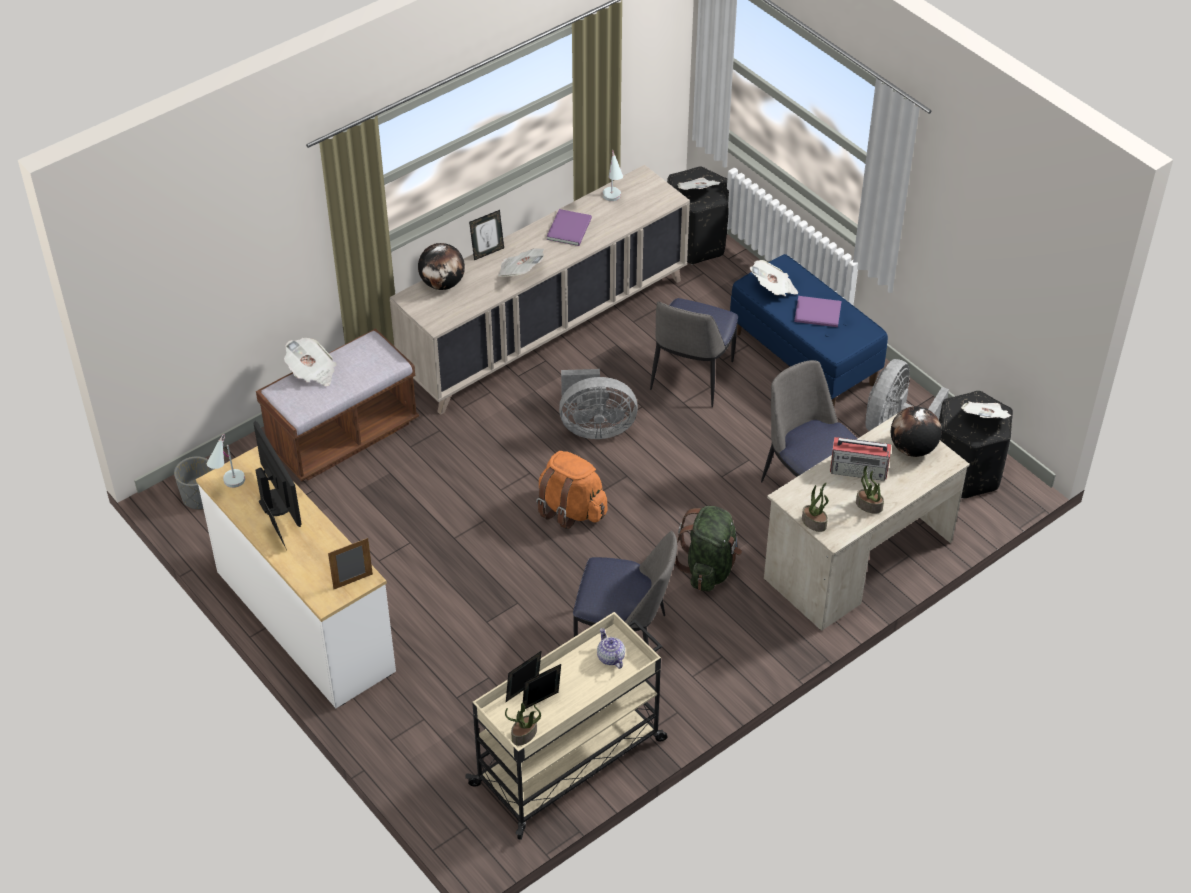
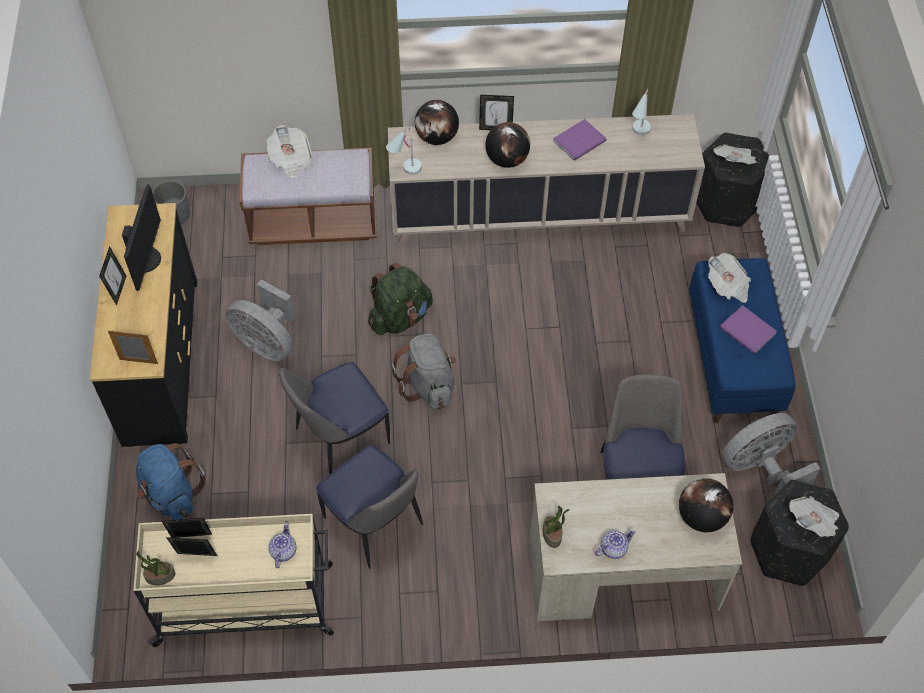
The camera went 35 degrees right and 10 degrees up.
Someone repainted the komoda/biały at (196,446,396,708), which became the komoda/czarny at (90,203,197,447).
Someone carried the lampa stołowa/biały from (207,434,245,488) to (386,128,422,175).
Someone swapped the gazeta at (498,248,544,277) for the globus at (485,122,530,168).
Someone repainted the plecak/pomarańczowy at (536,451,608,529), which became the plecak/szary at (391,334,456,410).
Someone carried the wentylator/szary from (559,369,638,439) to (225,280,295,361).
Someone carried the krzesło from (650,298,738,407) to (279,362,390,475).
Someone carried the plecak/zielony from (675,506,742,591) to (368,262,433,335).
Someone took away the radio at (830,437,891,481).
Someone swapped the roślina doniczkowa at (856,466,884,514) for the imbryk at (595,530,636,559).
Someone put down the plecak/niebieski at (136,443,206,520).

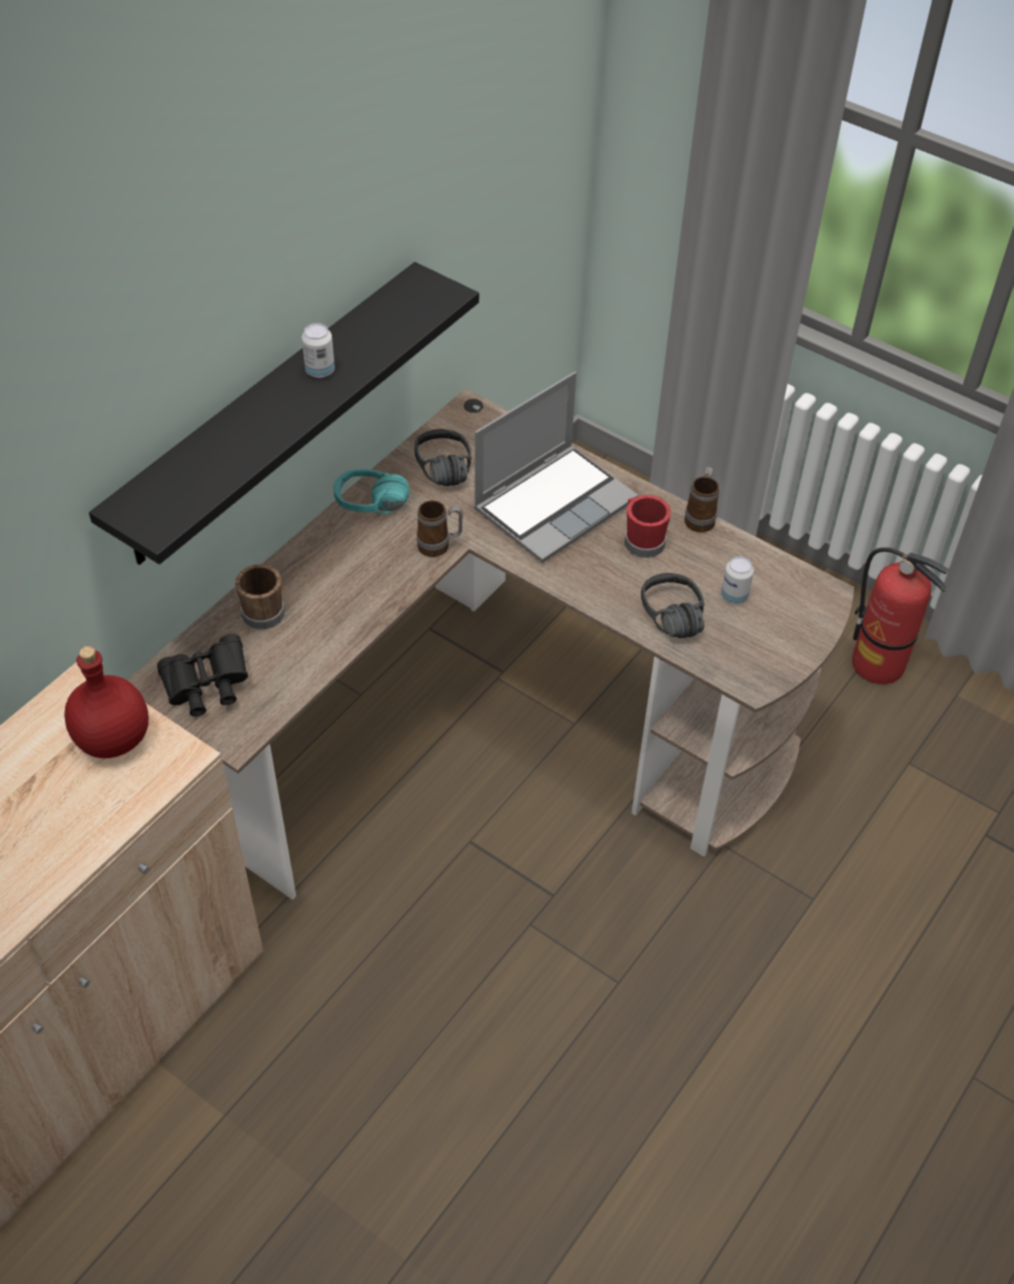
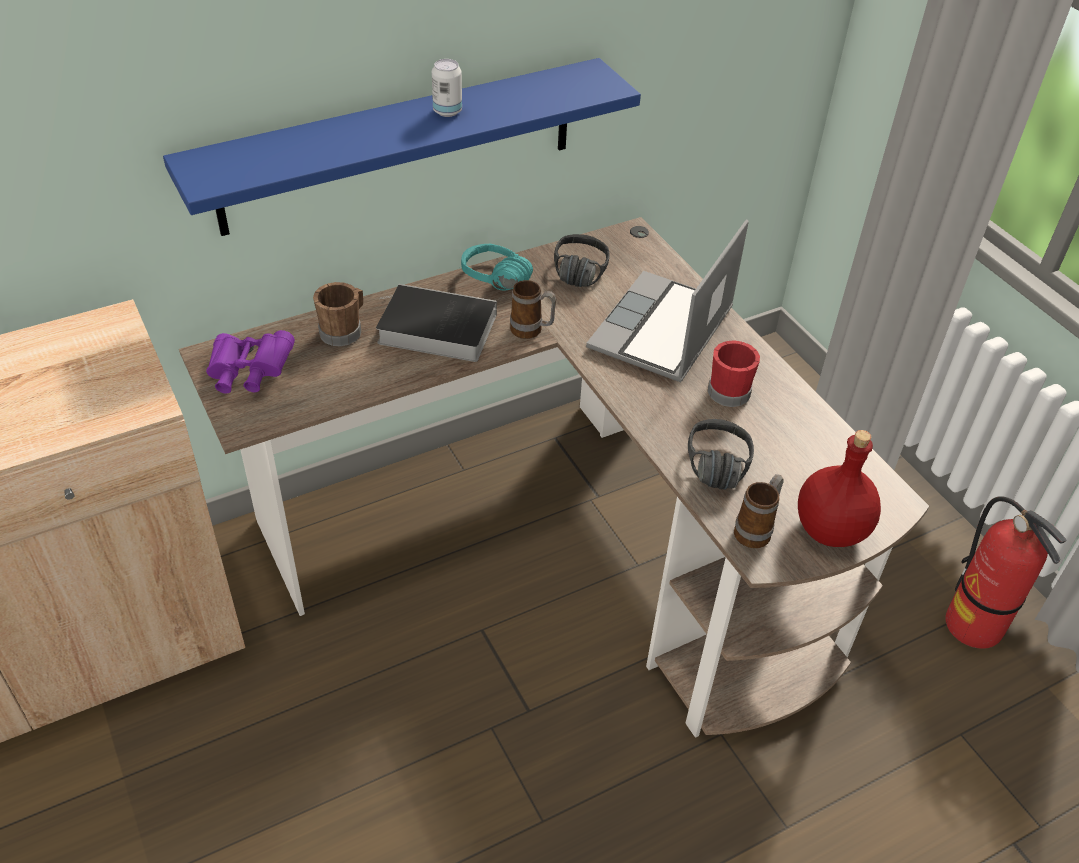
The camera went 25 degrees right and 5 degrees down.
Someone carried the butelka/czerwony from (64,646,149,758) to (798,430,881,547).
Someone repainted the półka/czarny at (89,262,479,565), which became the półka/niebieski at (163,58,641,236).
Someone repainted the lornetka/czarny at (157,634,248,717), which became the lornetka/fioletowy at (206,330,295,394).
Someone rotated the laptop at (474,372,638,563) by 135 degrees clockwise.
Someone carried the kubek from (685,467,719,532) to (734,474,784,548).
Someone took away the puszka at (721,556,754,604).
Someone put down the książka at (376,284,497,362).

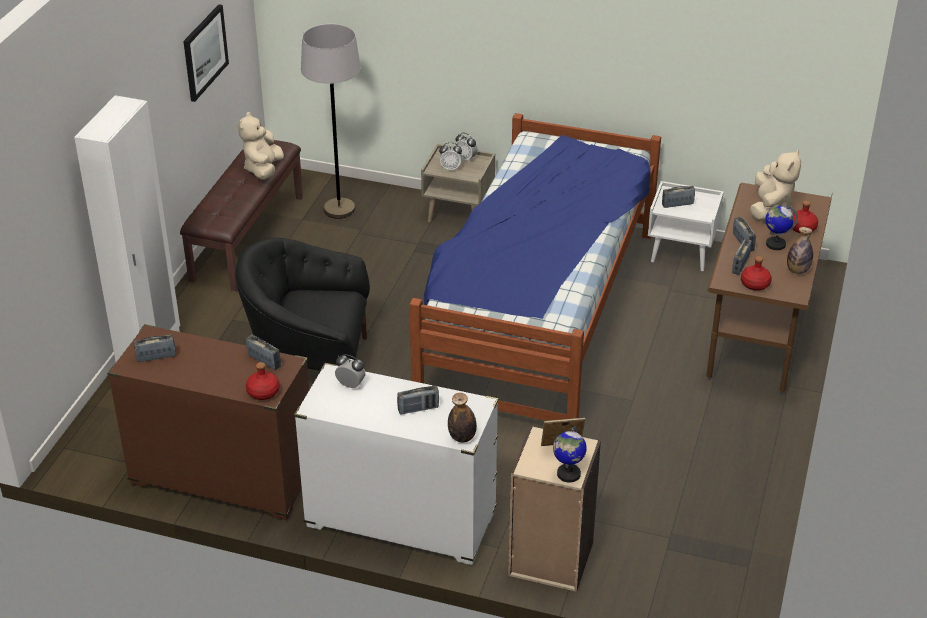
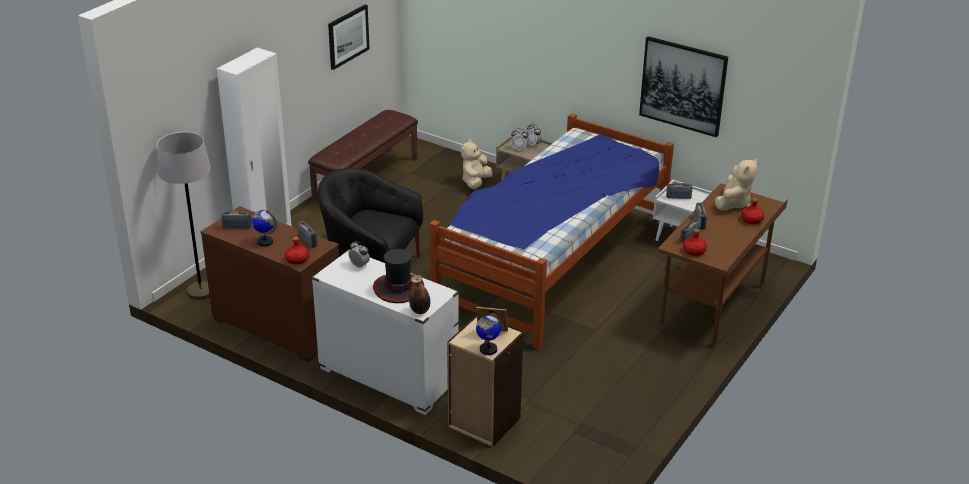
The camera went 15 degrees right and 5 degrees down.
Someone carried the pluszak/beżowy from (238,112,284,180) to (461,139,493,189).
Someone carried the lampa stojąca/szary from (301,24,361,219) to (157,132,211,300).
Someone swapped the radio at (397,385,439,415) for the kapelusz at (373,249,424,303).
Someone carried the globus from (765,205,798,250) to (252,210,277,247).
Someone took away the butelka at (787,227,813,274).
Someone put up the obraz at (639,36,728,138).

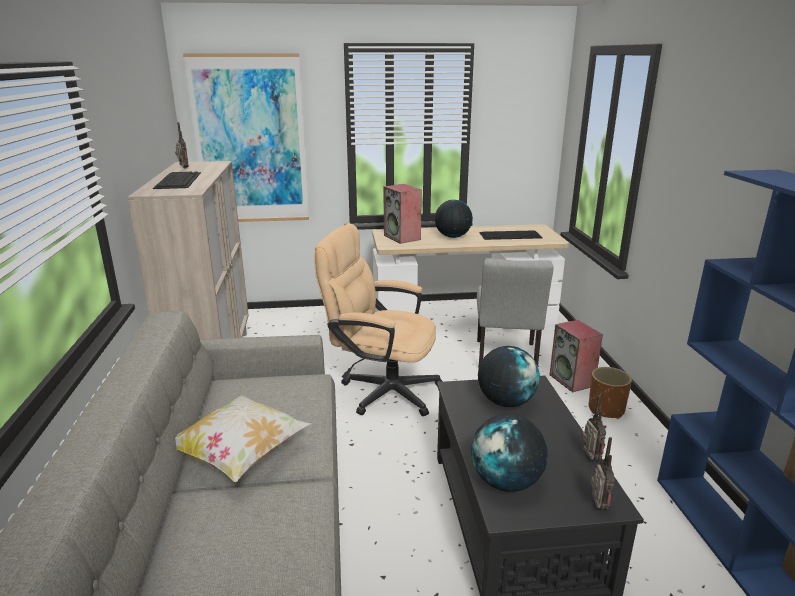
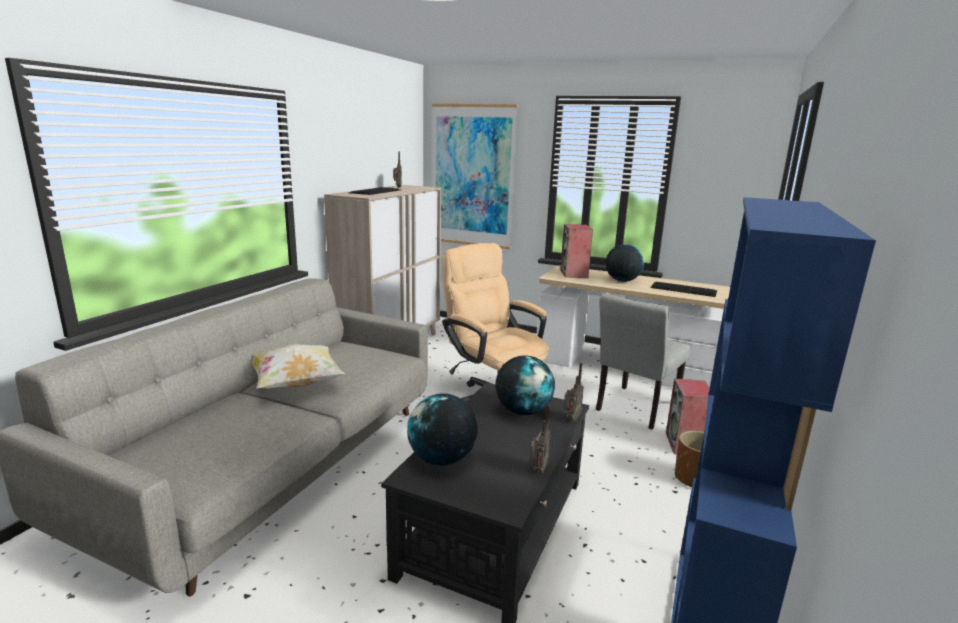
The camera went 30 degrees right and 5 degrees down.
Someone carried the radio from (590,437,615,510) to (564,363,584,421).

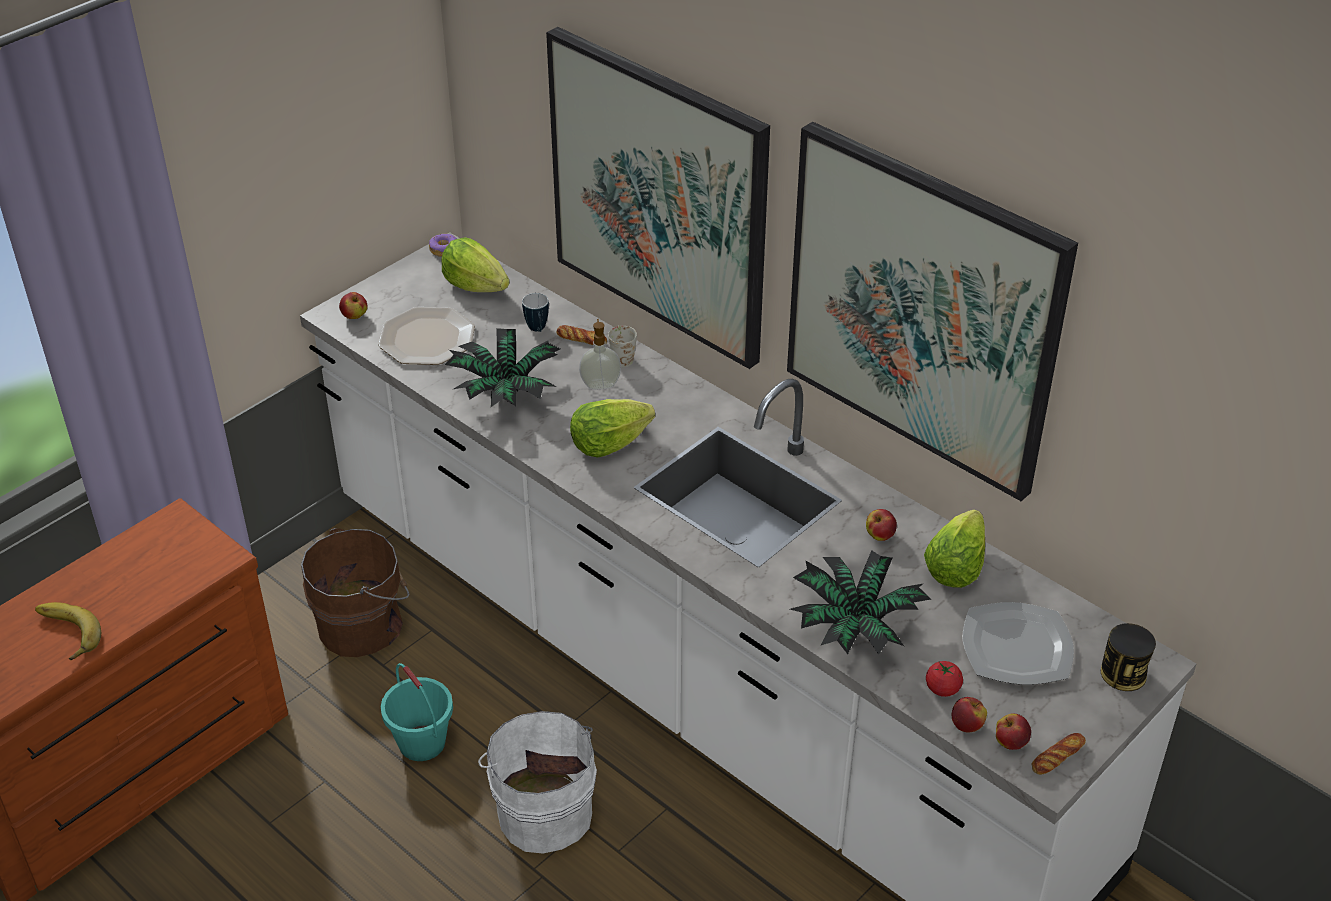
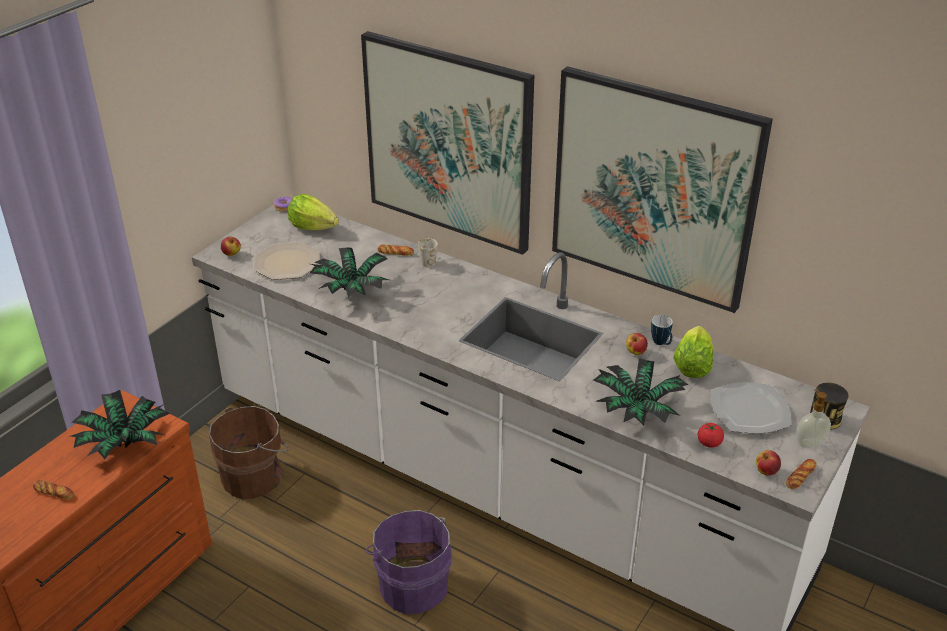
The camera went 10 degrees left and 5 degrees down.
Someone swapped the banan at (35,602,101,660) for the chleb at (33,480,74,499).
Someone took away the wiadro/turkusowy at (381,663,453,761).
Someone repainted the wiadro/biały at (478,711,597,854), which became the wiadro/fioletowy at (366,510,452,614).
Someone carried the kubek from (522,293,549,332) to (651,315,673,345).
Someone took away the sałata at (570,399,655,458).
Someone carried the dozownik mydła from (579,319,621,390) to (796,389,831,448).
Someone took away the jabłko at (952,697,987,732).
Someone put down the roślina doniczkowa at (70,390,170,459).

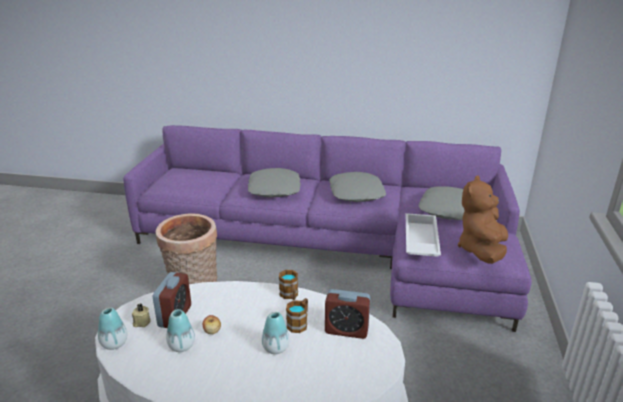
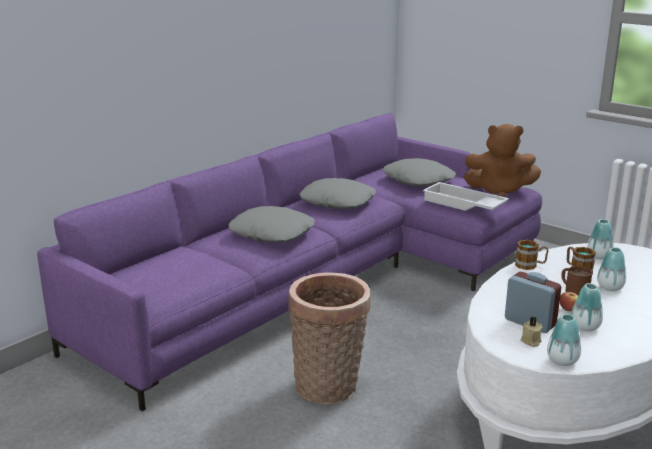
The camera went 60 degrees left and 5 degrees down.
Someone swapped the budzik at (325,289,371,339) for the wazon at (587,219,614,259).
Someone rotated the pluszak/brązowy at (458,176,508,264) by 45 degrees counterclockwise.
Someone put down the kubek/brązowy at (562,266,592,295).

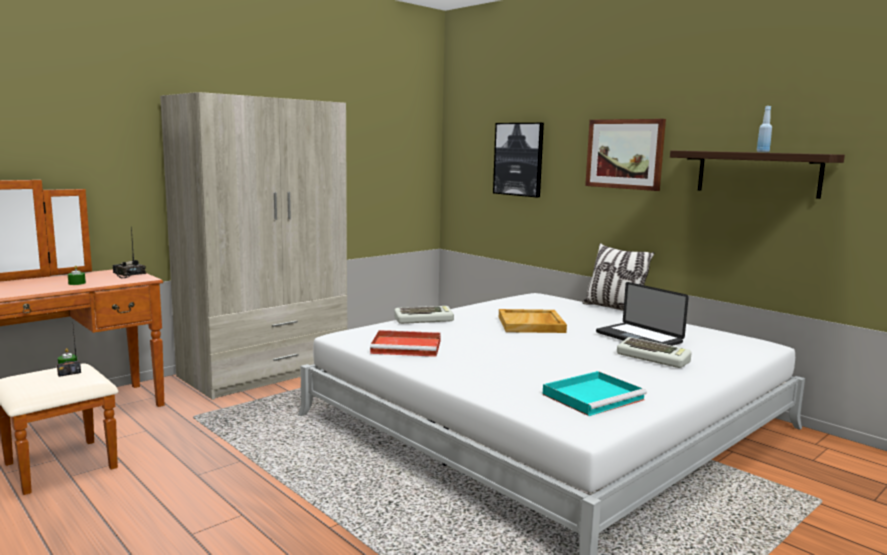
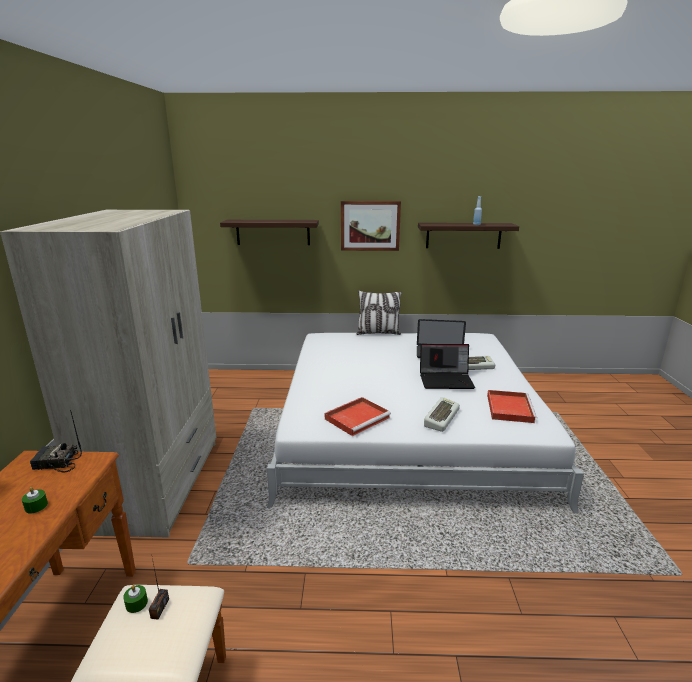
The camera went 45 degrees left and 10 degrees up.
Someone carried the klawiatura from (394,306,454,324) to (424,397,460,432).
Someone swapped the obraz at (493,123,544,197) for the półka at (220,220,319,245).
Someone took away the taca/beżowy at (499,309,567,333).
Someone repainted the taca/turkusowy at (543,371,647,416), which became the taca/czerwony at (487,390,537,423).
Someone put down the laptop at (420,344,475,389).

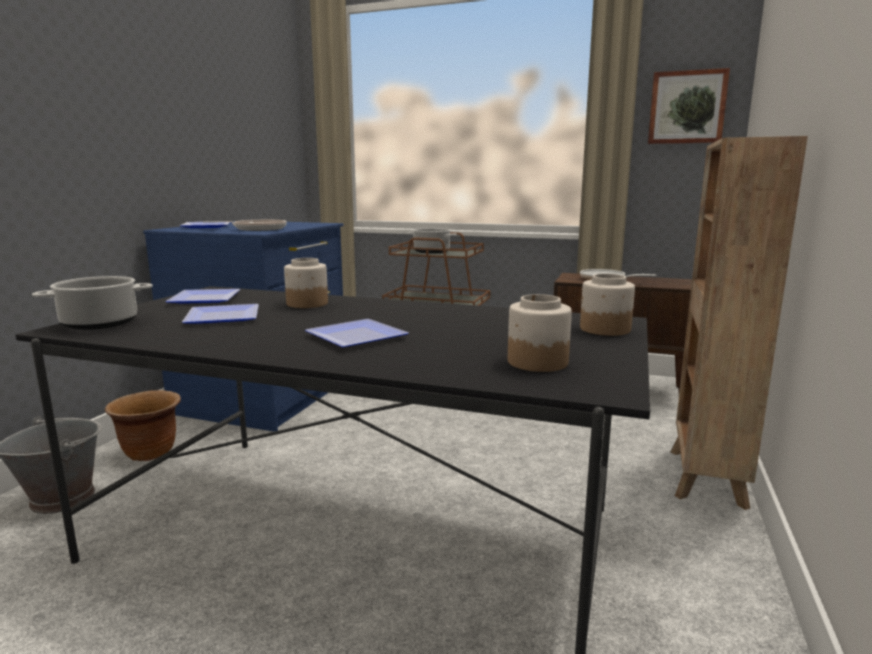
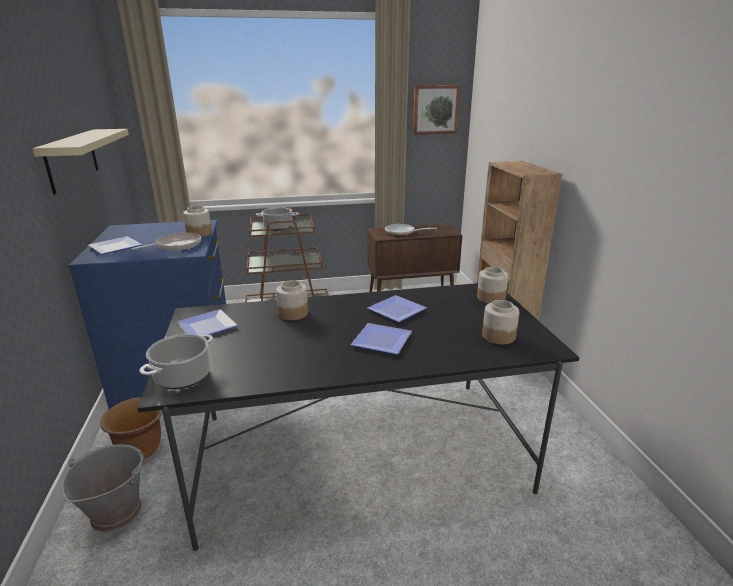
The camera went 30 degrees left and 10 degrees up.
Someone carried the talerz from (182,304,259,324) to (367,295,427,322).
Someone put up the półka/beżowy at (32,129,129,195).
Someone put down the słoik at (183,206,212,237).

